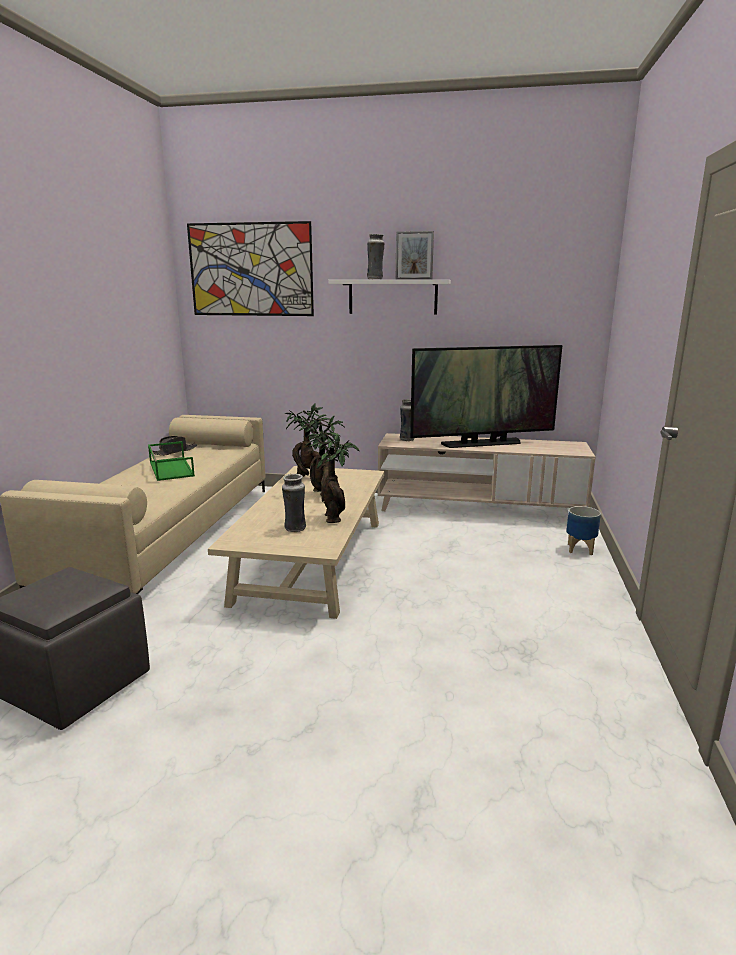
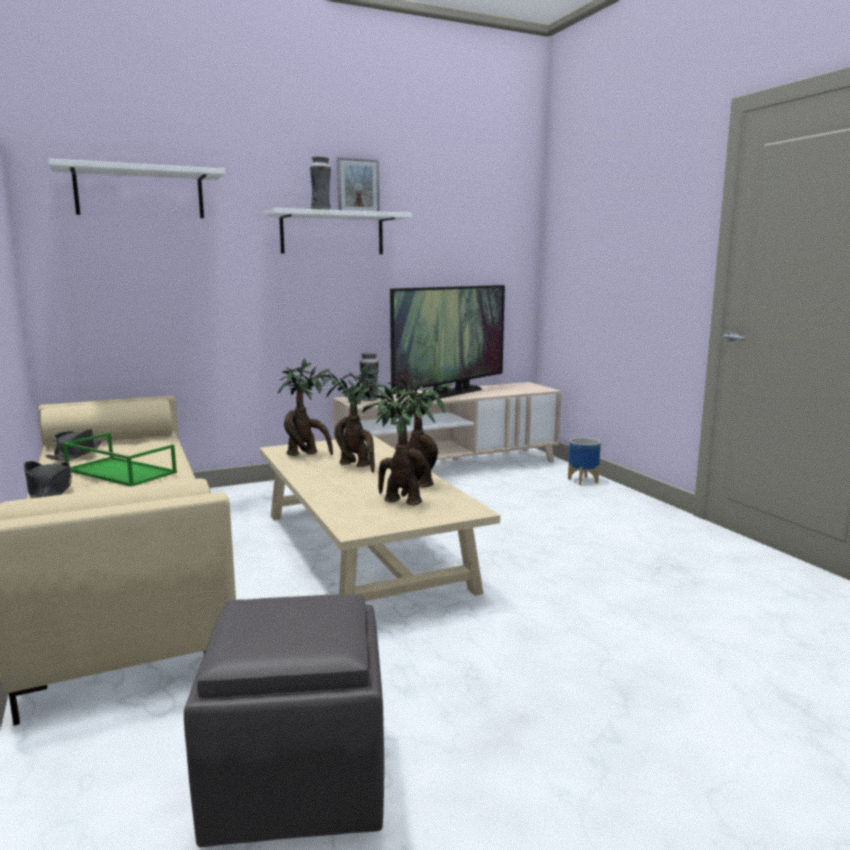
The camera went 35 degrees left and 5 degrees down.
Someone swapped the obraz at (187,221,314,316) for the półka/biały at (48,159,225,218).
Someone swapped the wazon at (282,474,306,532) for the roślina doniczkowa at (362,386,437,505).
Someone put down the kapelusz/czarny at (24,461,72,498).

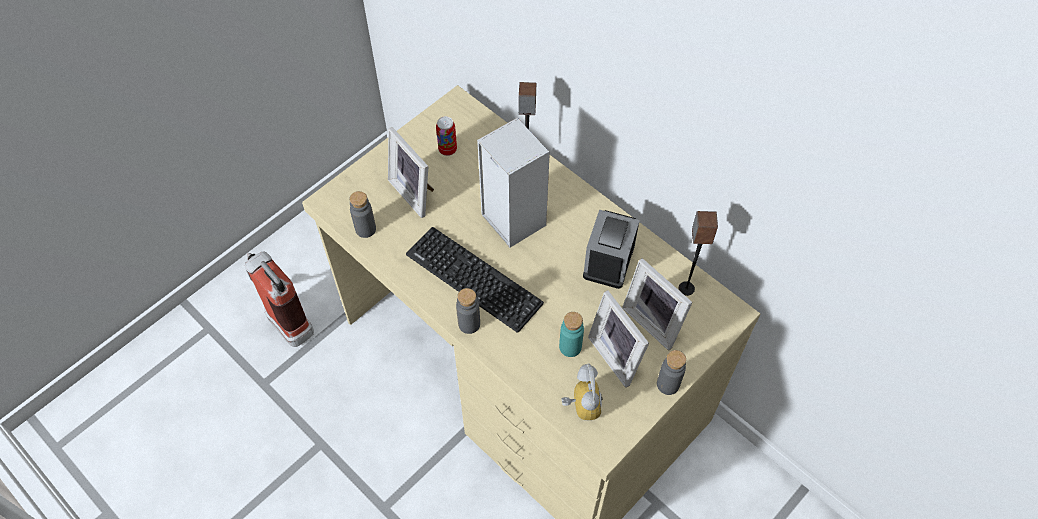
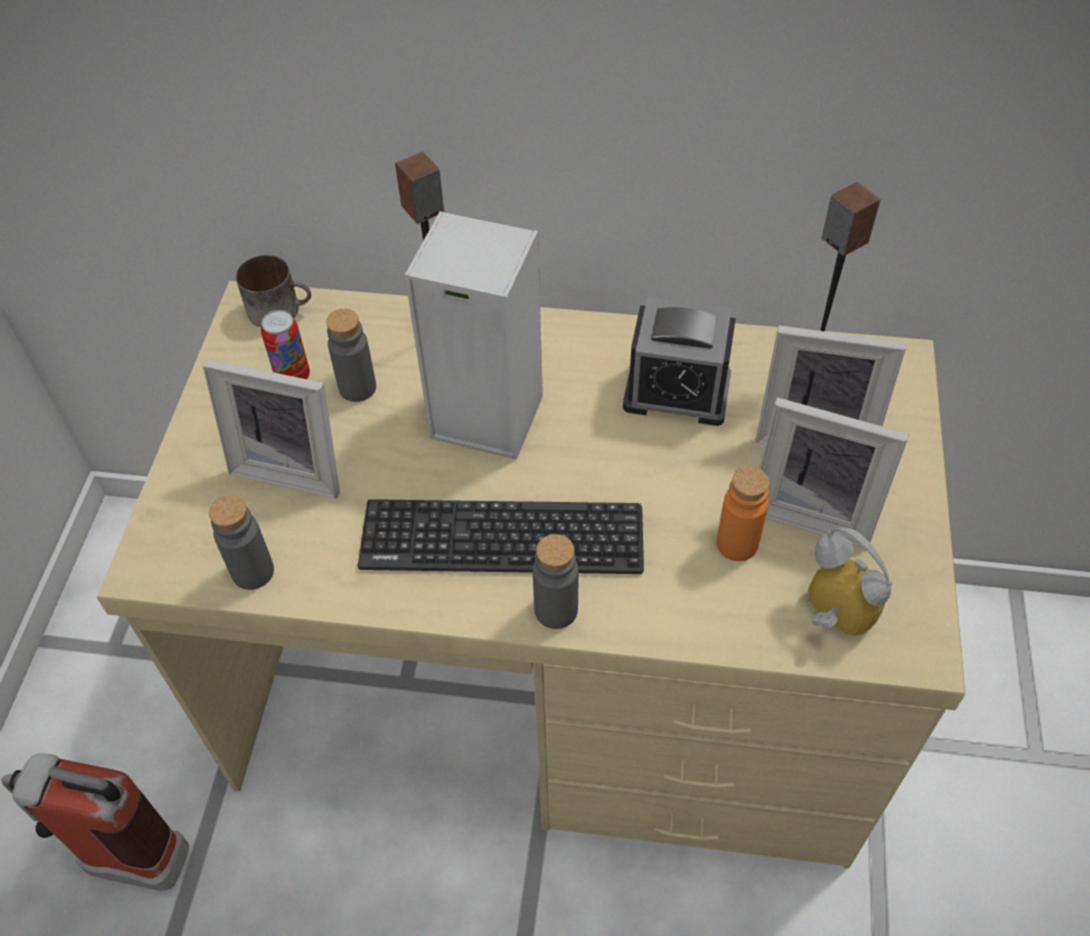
The camera went 35 degrees left and 5 degrees down.
Someone repainted the butelka/turkusowy at (559,312,584,357), which became the butelka/pomarańczowy at (716,466,769,561).
Someone rotated the budzik at (583,210,640,289) by 60 degrees counterclockwise.
Someone carried the butelka/szary from (657,350,686,395) to (326,309,376,402).
Someone put down the kubek at (236,255,311,327).

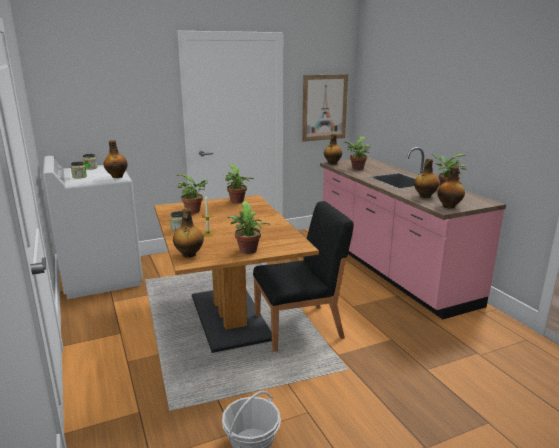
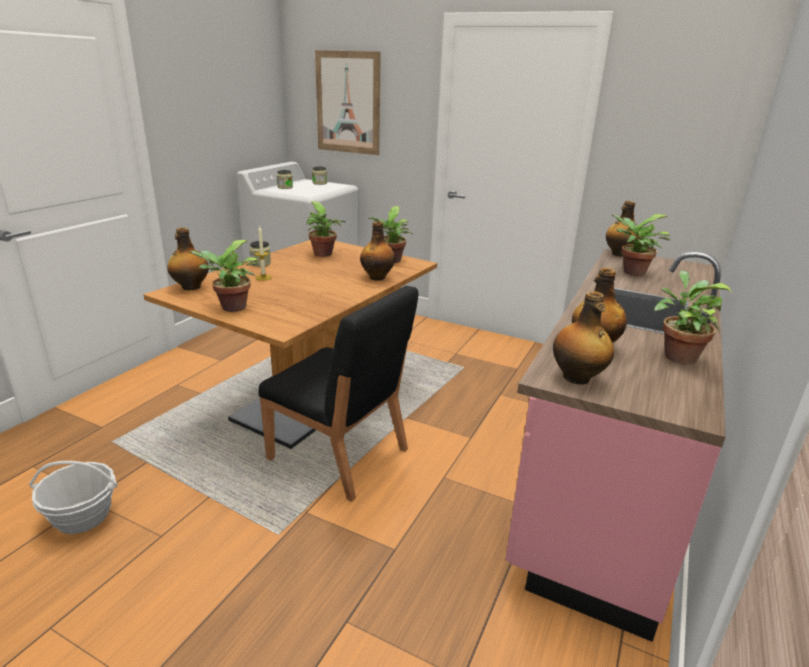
The camera went 50 degrees right and 5 degrees up.
Someone carried the butelka from (104,140,128,178) to (360,221,395,280).
Someone carried the obraz from (302,74,348,142) to (315,50,381,155).

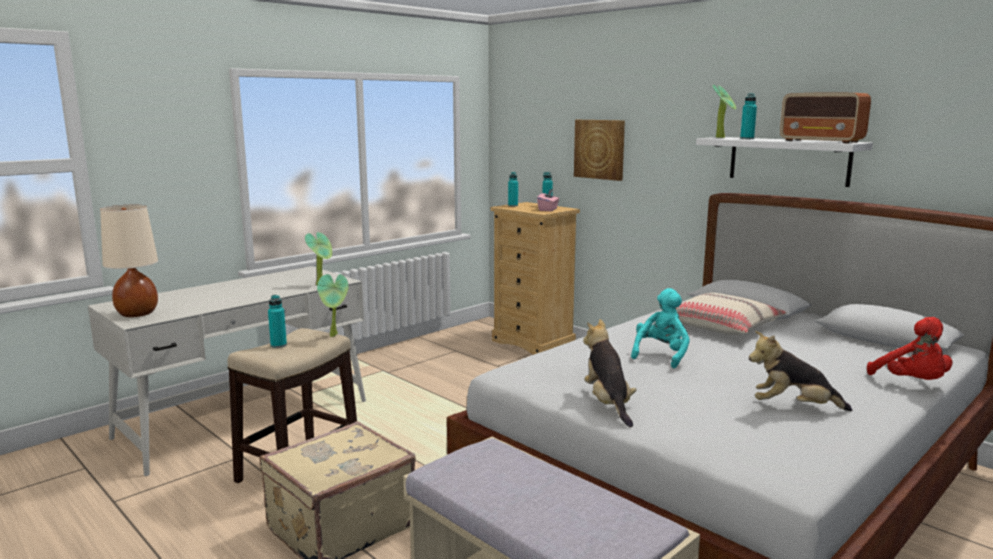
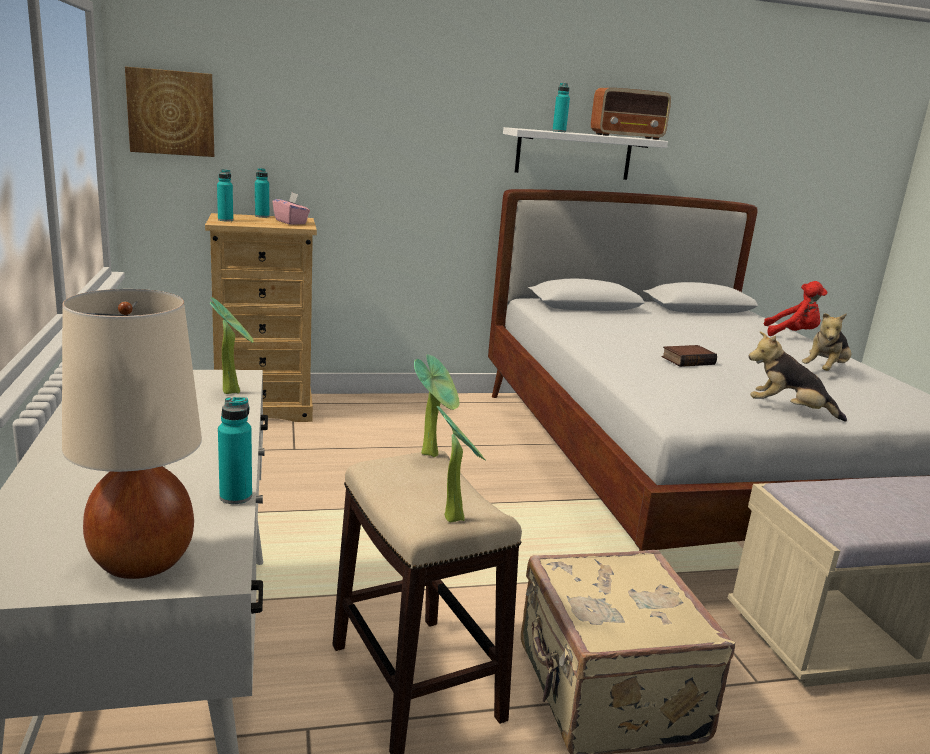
The camera went 60 degrees left and 5 degrees up.
Someone carried the butelka/turkusowy from (268,295,287,348) to (218,397,252,504).
Someone carried the obraz from (574,120,625,181) to (125,67,214,157).
Someone swapped the pluszak/turkusowy at (631,288,690,368) for the książka at (662,345,717,367).
Someone took away the poduszka/beżowy at (676,292,787,335).
Someone carried the roślina doniczkowa from (712,85,736,138) to (436,406,486,522).

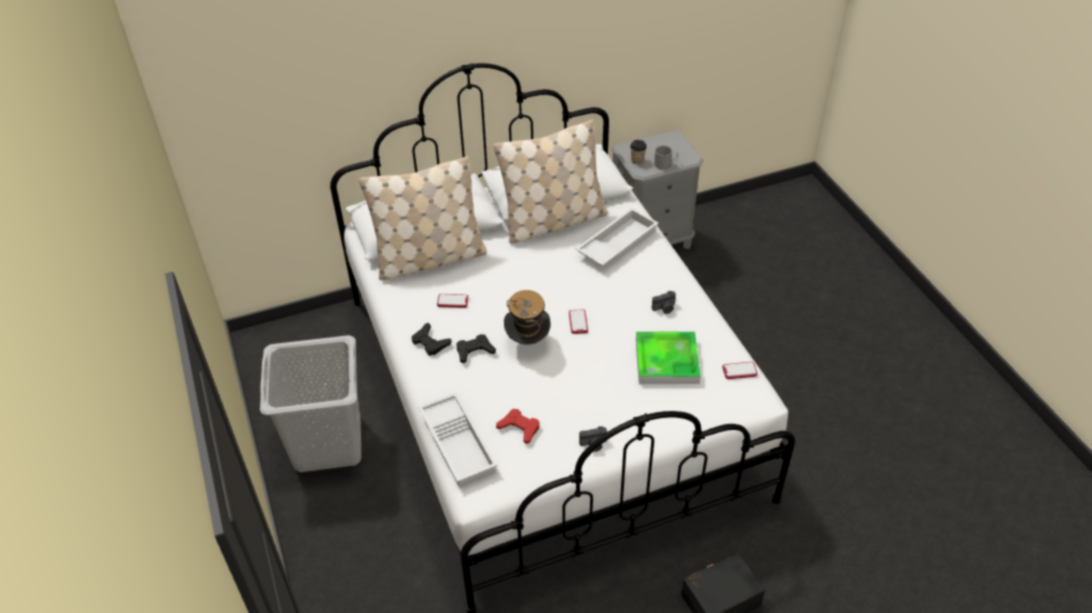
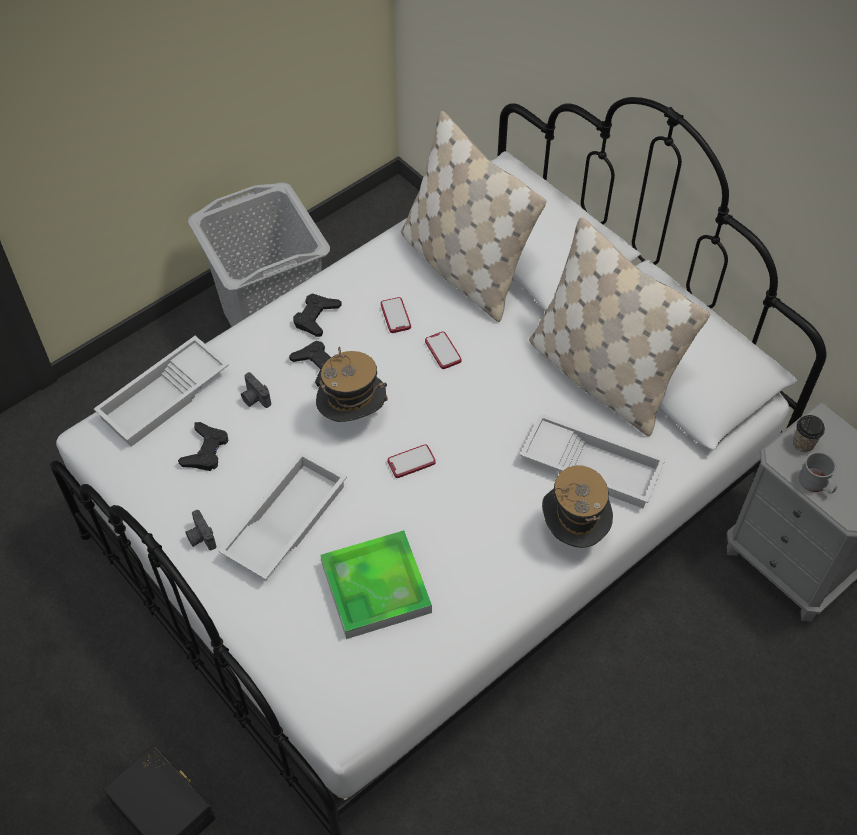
The camera went 70 degrees right and 10 degrees up.
Someone repainted the pad do gier/czerwony at (496,409,539,444), which became the pad do gier/czarny at (178,422,228,471).
Someone carried the aparat fotograficzny from (652,291,676,314) to (241,372,271,408).
Someone carried the telefon from (722,362,757,379) to (425,331,462,369).
Someone put down the taca/biały at (219,451,347,580).
Someone put down the kapelusz at (542,465,613,548).

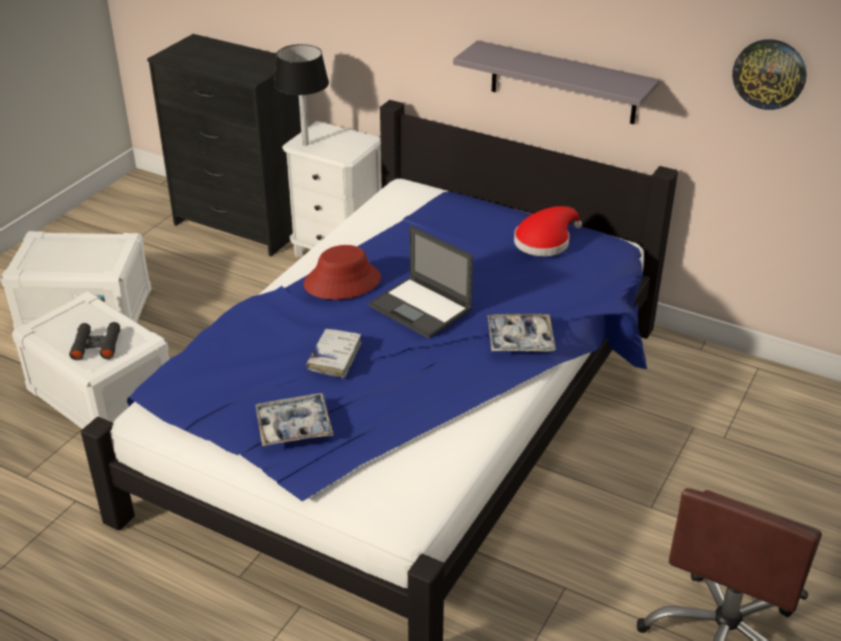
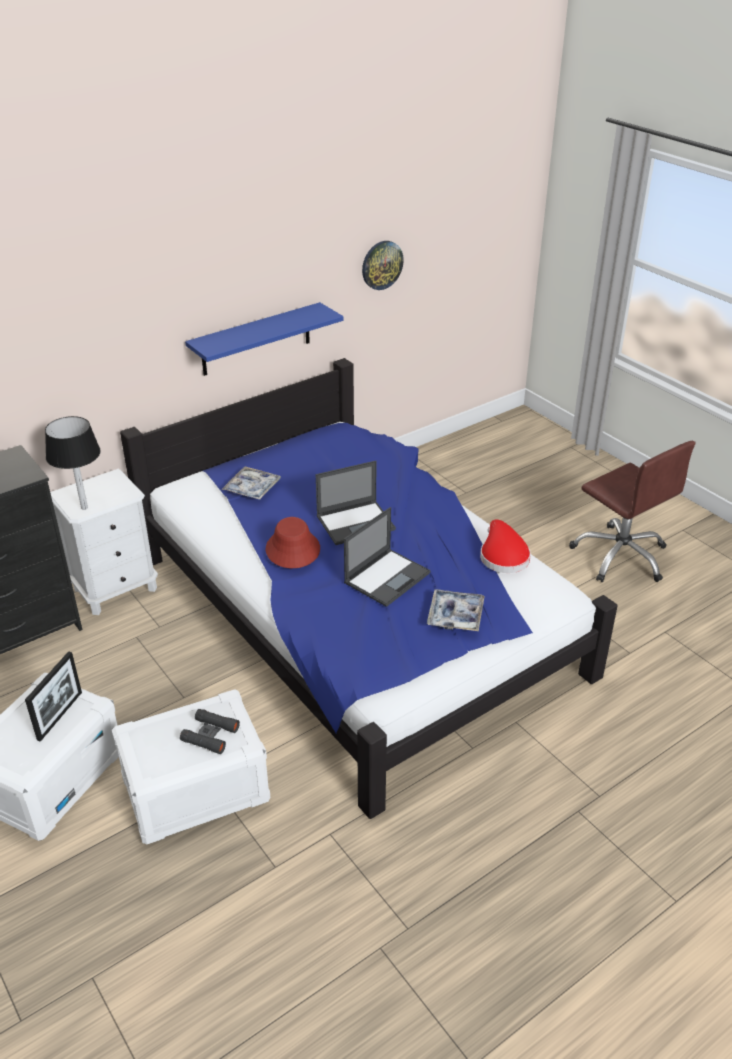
The camera went 65 degrees left and 0 degrees up.
Someone swapped the książka/biały at (306,329,362,378) for the laptop at (344,507,431,607).
Someone repainted the półka/szary at (453,40,660,124), which became the półka/niebieski at (185,302,343,376).
Someone carried the taca from (487,314,556,351) to (222,466,281,500).
Someone carried the kapelusz/czerwony from (514,206,582,256) to (480,519,531,573).
Someone put down the ramka na zdjęcie at (25,651,82,742).

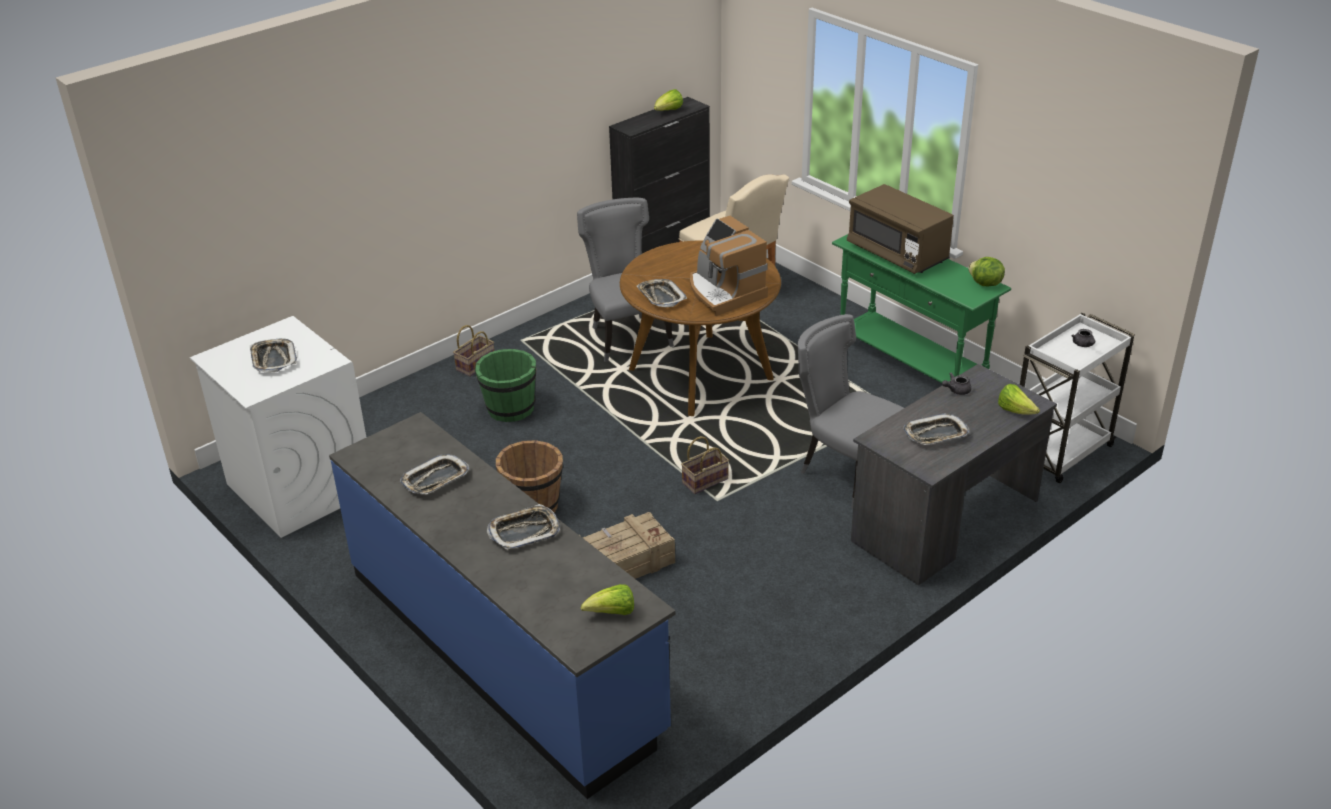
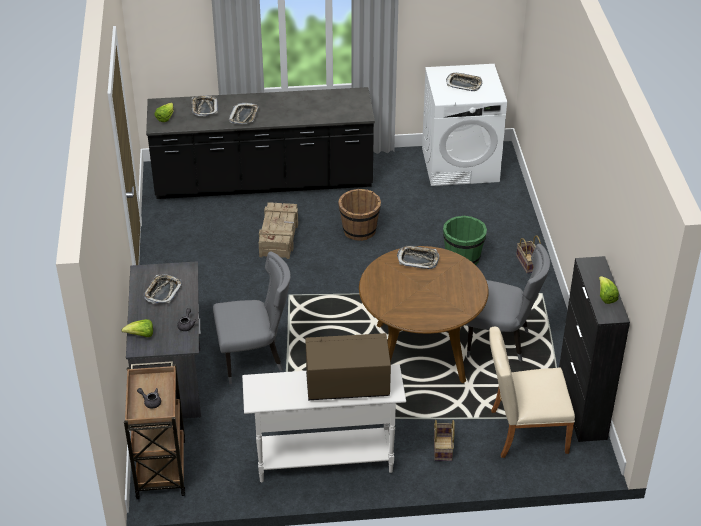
The camera went 125 degrees right and 5 degrees up.
Someone repainted the zabudowa kuchenna/niebieski at (329,412,675,799), which became the zabudowa kuchenna/czarny at (146,87,375,199).
Someone carried the taca from (400,454,469,494) to (192,96,218,117).
Someone carried the koszyk from (681,436,729,494) to (434,420,455,461).
Someone took away the ekspres do kawy at (690,216,768,316).
Someone repainted the stolik konsolowy/zielony at (832,234,1011,383), which became the stolik konsolowy/biały at (242,364,406,483).
Someone took away the sałata at (968,257,1005,286).
Someone repainted the wózek/biały at (1020,313,1135,483), which became the wózek/brązowy at (124,361,185,499).

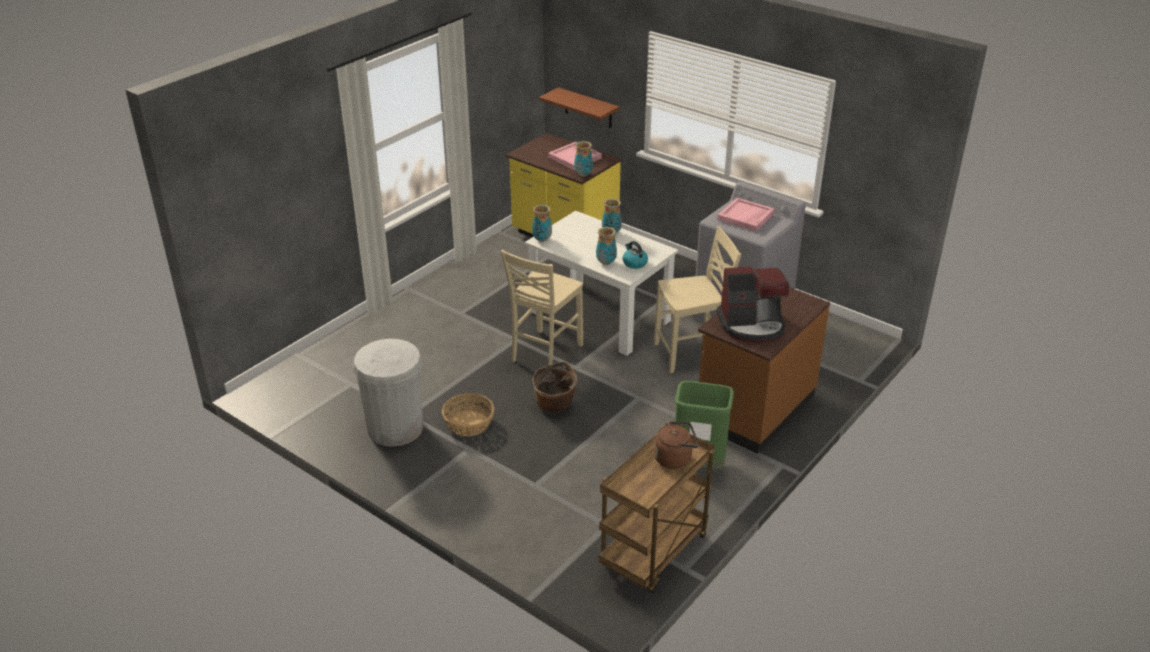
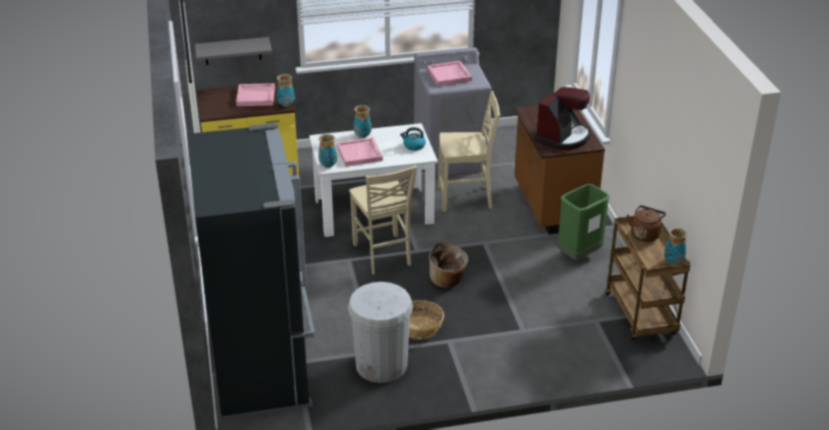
The camera went 50 degrees left and 0 degrees up.
Someone repainted the półka/brązowy at (539,87,619,128), which became the półka/szary at (195,37,272,65).
Someone carried the wazon from (596,227,617,265) to (664,227,688,265).
Someone rotated the krzesło/beżowy at (654,226,741,373) by 60 degrees clockwise.
Someone put down the lodówka/czarny at (187,123,315,420).
Someone put down the taca/różowy at (337,137,383,167).

